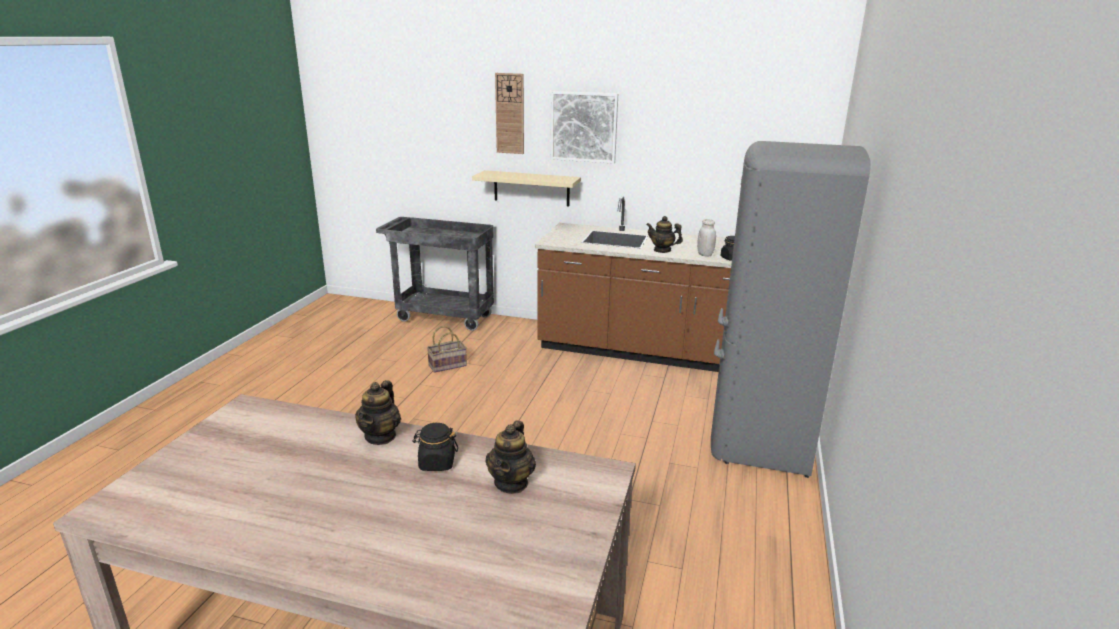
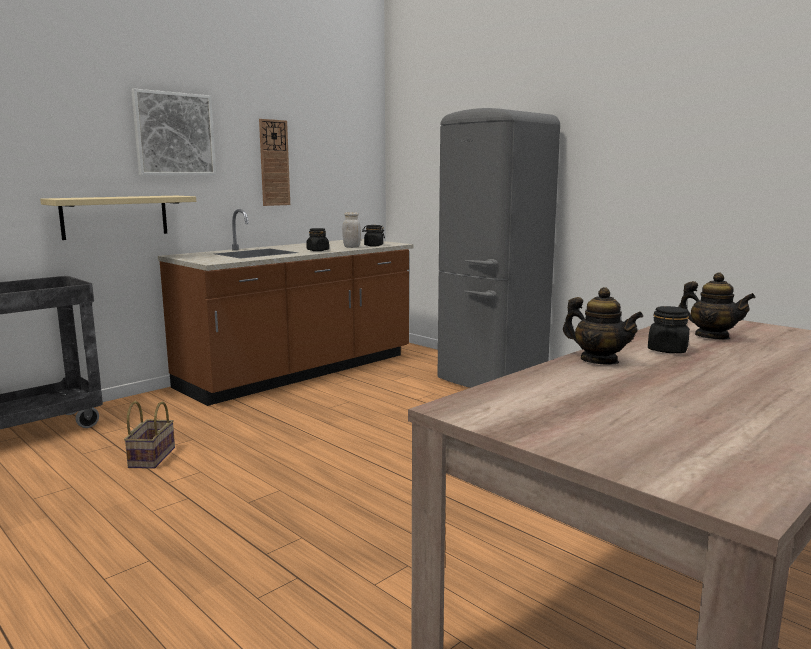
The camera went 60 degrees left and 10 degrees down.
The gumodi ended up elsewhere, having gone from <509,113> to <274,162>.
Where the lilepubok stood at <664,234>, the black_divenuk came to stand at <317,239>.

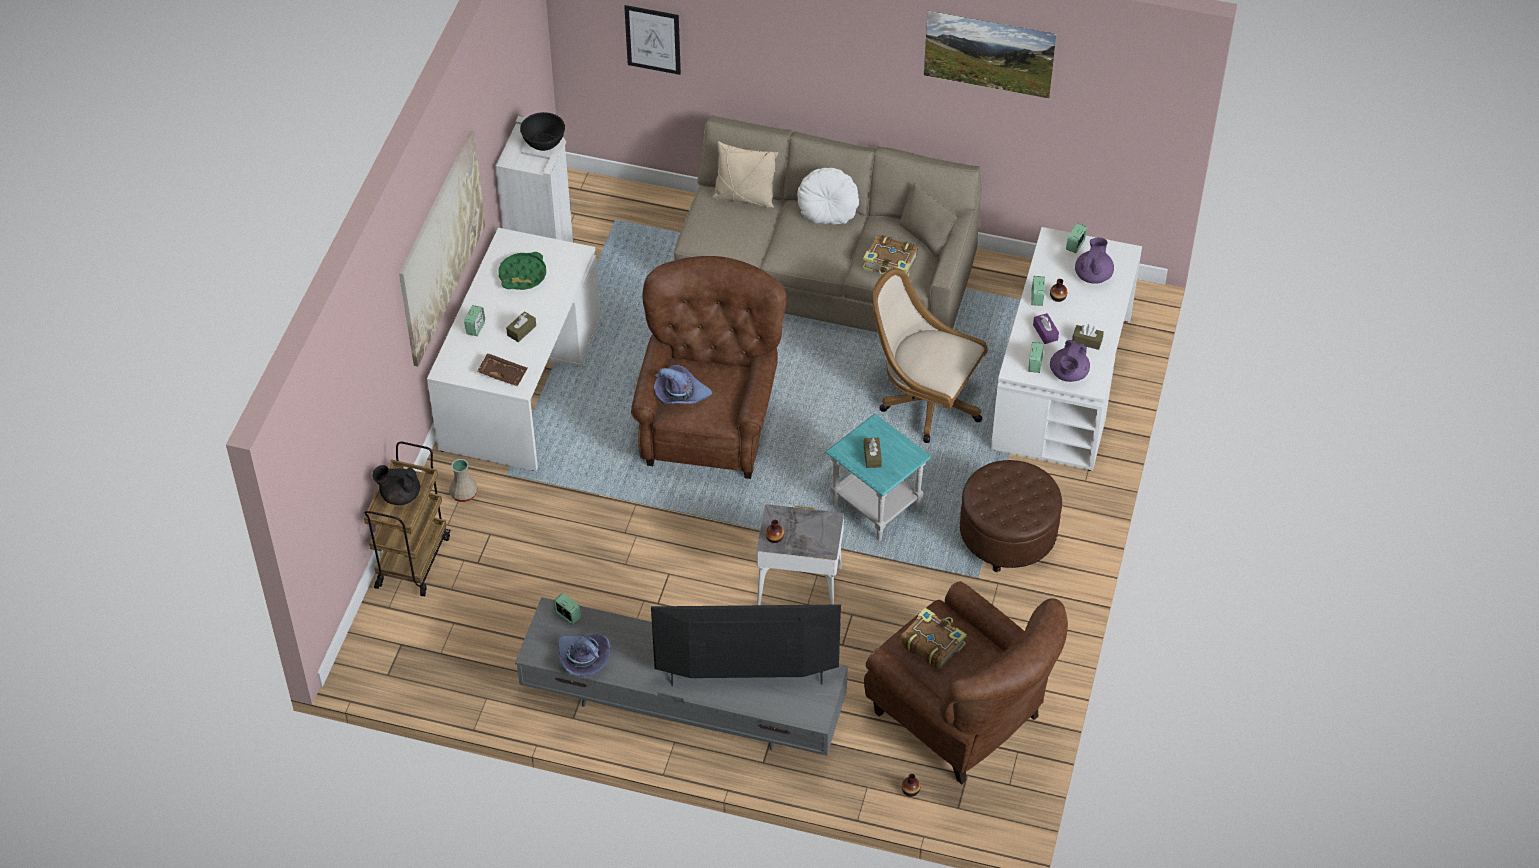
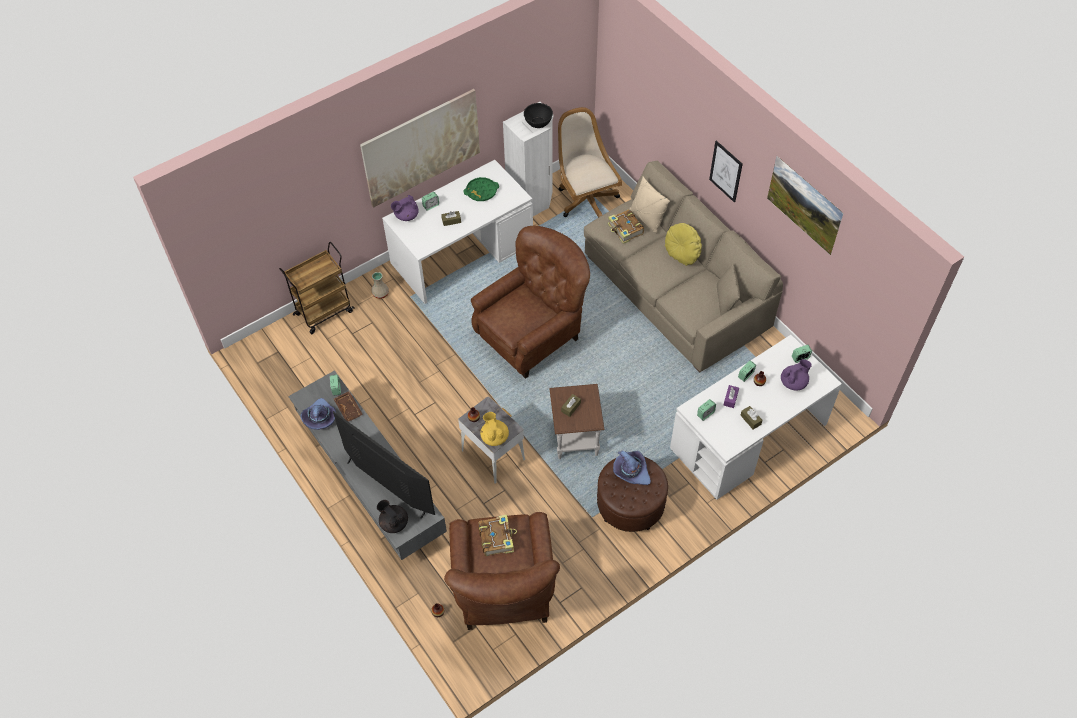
The camera went 40 degrees right and 5 degrees up.
The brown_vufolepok ended up elsewhere, having gone from <502,369> to <348,406>.
The black_lilepubok ended up elsewhere, having gone from <396,485> to <392,516>.
The purple_lilepubok ended up elsewhere, having gone from <1070,361> to <405,208>.
The second view gained the yellow_lilepubok at <494,429>.
What was the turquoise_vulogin at <878,477> turned into the brown_vulogin at <577,421>.
The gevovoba ended up elsewhere, having gone from <930,355> to <590,162>.
The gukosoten ended up elsewhere, having gone from <890,255> to <626,226>.
The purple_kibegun ended up elsewhere, having gone from <683,384> to <632,467>.
What was the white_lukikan at <828,196> turned into the yellow_lukikan at <683,244>.
The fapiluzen ended up elsewhere, having gone from <652,40> to <726,171>.

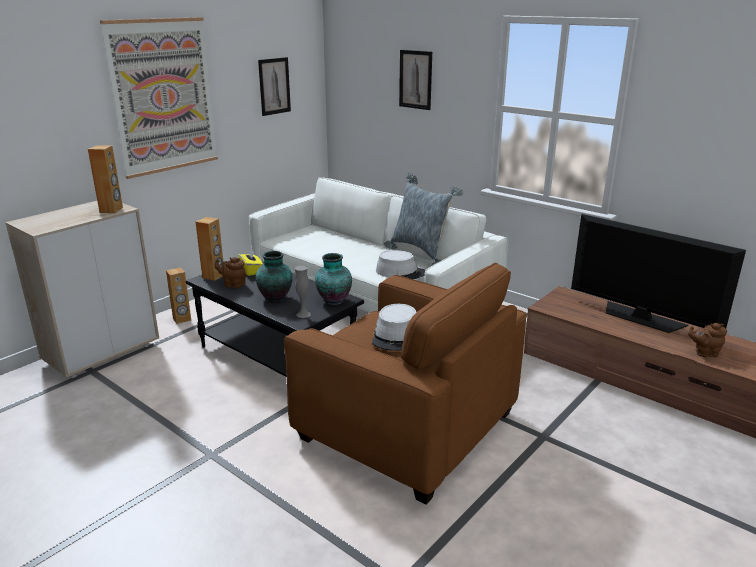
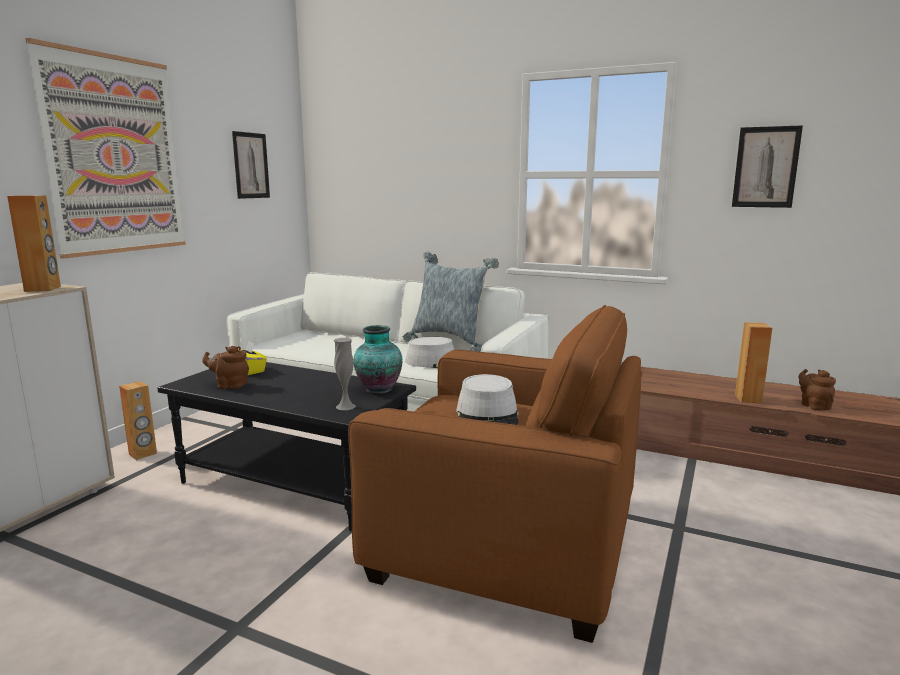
The camera went 15 degrees left and 10 degrees down.
The fapiluzen ended up elsewhere, having gone from <415,80> to <767,166>.
The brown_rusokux ended up elsewhere, having gone from <209,249> to <753,362>.
The brown_lilepubok at <707,340> ended up facing another way, 90 degrees clockwise from before.
The second view lost the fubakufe at <274,277>.
The second view lost the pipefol at <658,273>.

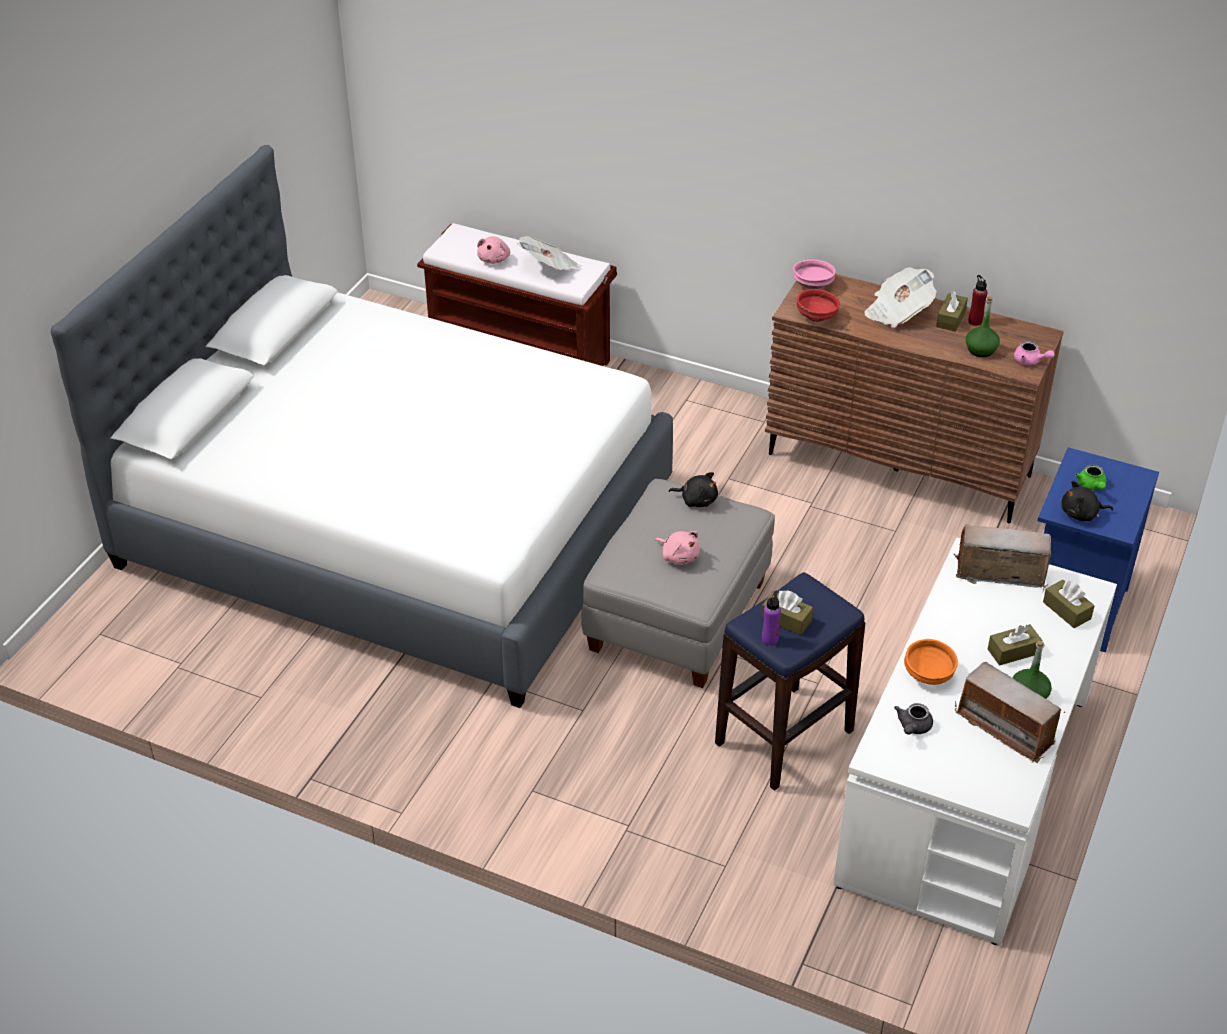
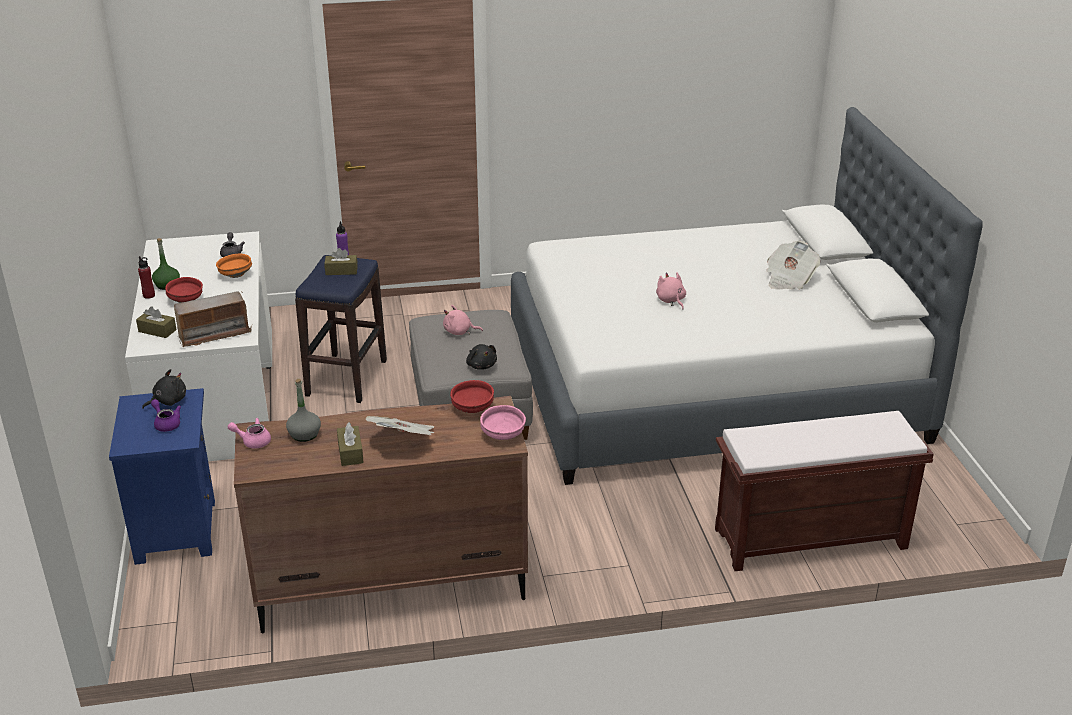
The camera went 145 degrees right and 10 degrees down.
The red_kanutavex ended up elsewhere, having gone from <978,300> to <146,277>.
What was the green_lilepubok at <1090,477> turned into the purple_lilepubok at <166,415>.
Where the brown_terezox stood at <1015,645>, the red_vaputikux came to stand at <184,290>.
What was the green_kanutavex at <983,326> turned into the grey_kanutavex at <303,410>.
The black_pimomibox at <693,489> ended up facing another way, 105 degrees counterclockwise from before.
The pink_pimomibox ended up elsewhere, having gone from <493,250> to <671,290>.
The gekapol ended up elsewhere, having gone from <549,253> to <793,265>.
The second view lost the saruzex at <1010,712>.

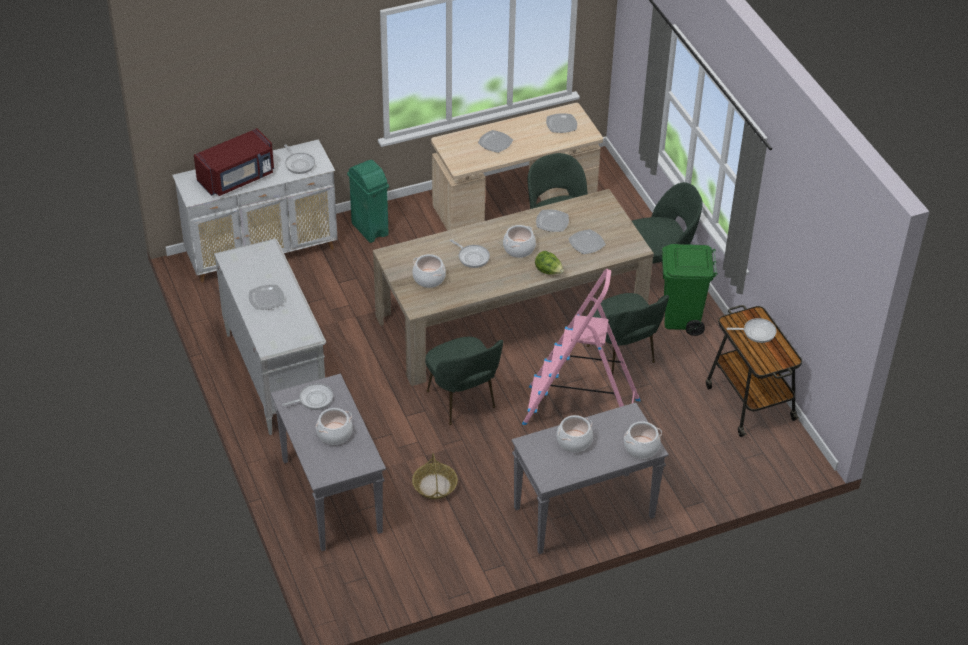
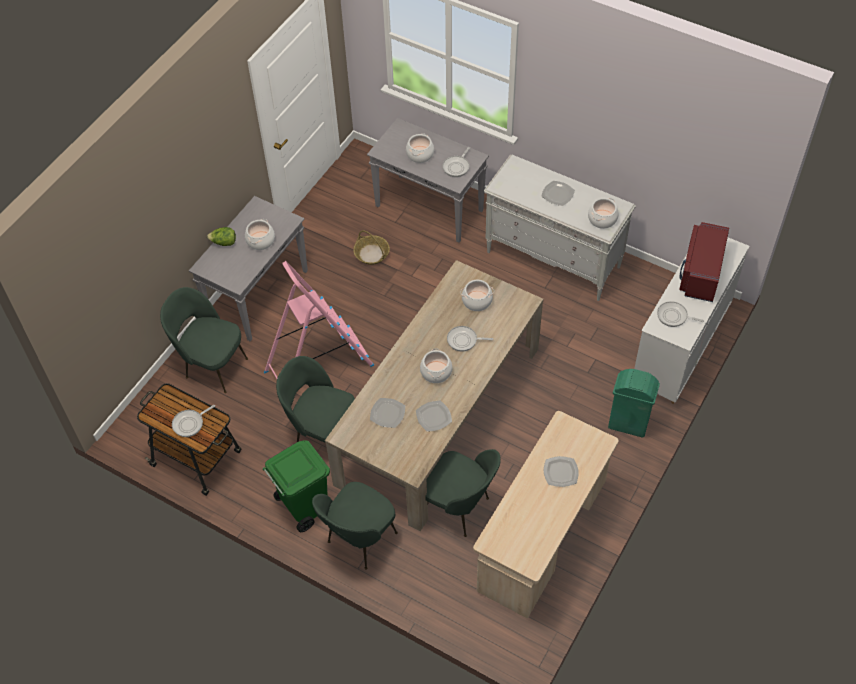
The camera went 145 degrees right and 10 degrees up.
The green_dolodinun ended up elsewhere, having gone from <464,381> to <204,340>.
The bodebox ended up elsewhere, having gone from <549,263> to <221,236>.
The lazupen ended up elsewhere, having gone from <643,440> to <603,213>.
The second view lost the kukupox at <561,123>.

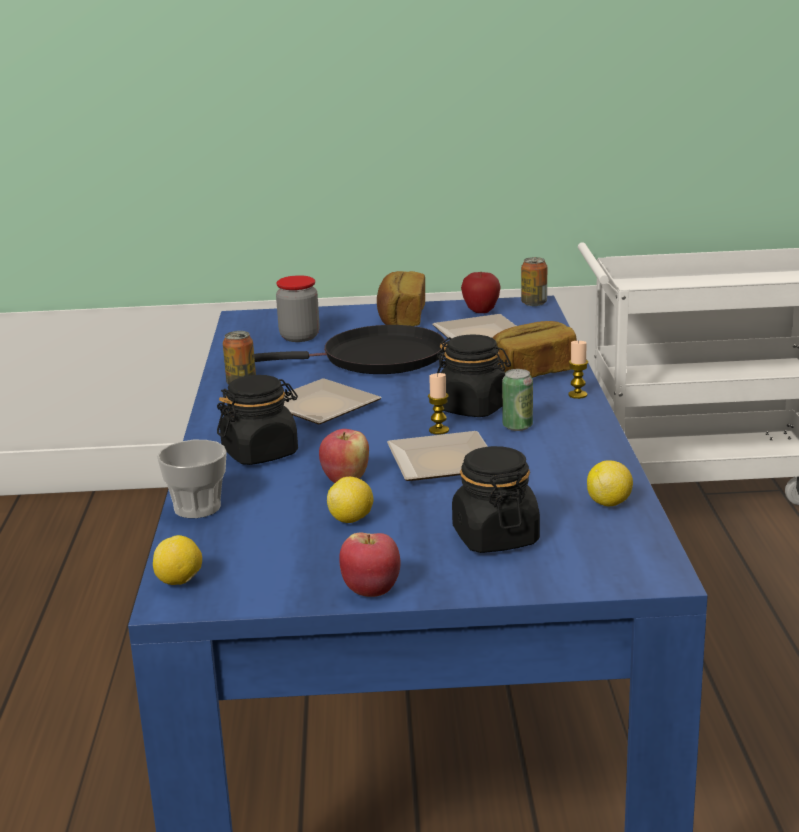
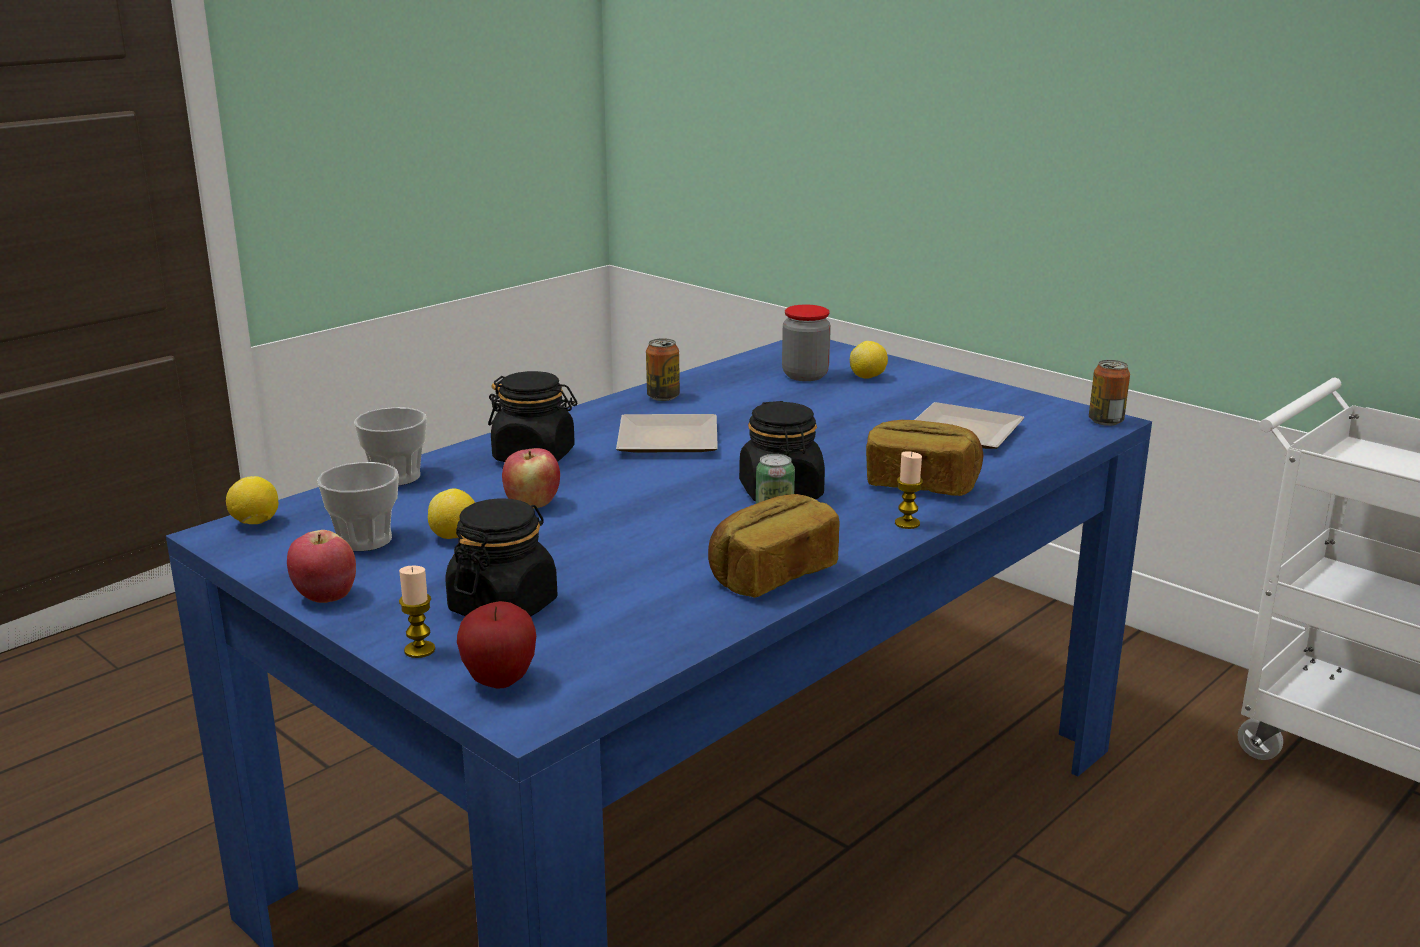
The camera went 45 degrees right and 0 degrees up.
The second view gained the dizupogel at <358,506>.
The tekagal ended up elsewhere, having gone from <438,404> to <417,612>.
The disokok ended up elsewhere, having gone from <481,292> to <496,645>.
The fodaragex ended up elsewhere, having gone from <401,298> to <773,546>.
The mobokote ended up elsewhere, having gone from <610,483> to <869,360>.
The second view lost the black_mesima at <349,349>.
The second view lost the kukupox at <437,456>.

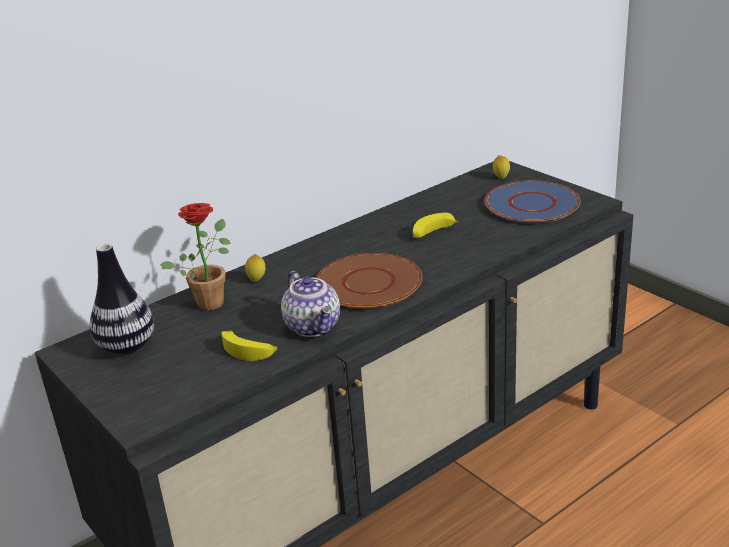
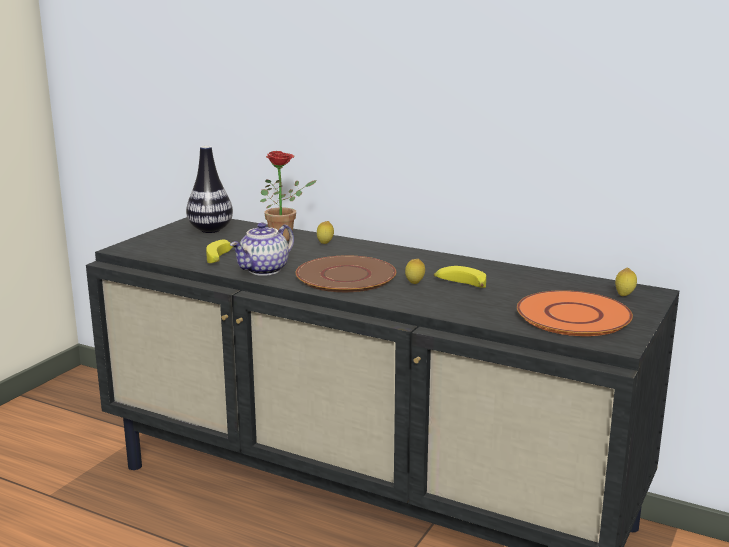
The camera went 65 degrees right and 10 degrees down.
The second view gained the mobokote at <415,271>.
What was the blue_kukupox at <533,202> turned into the orange_kukupox at <575,313>.

